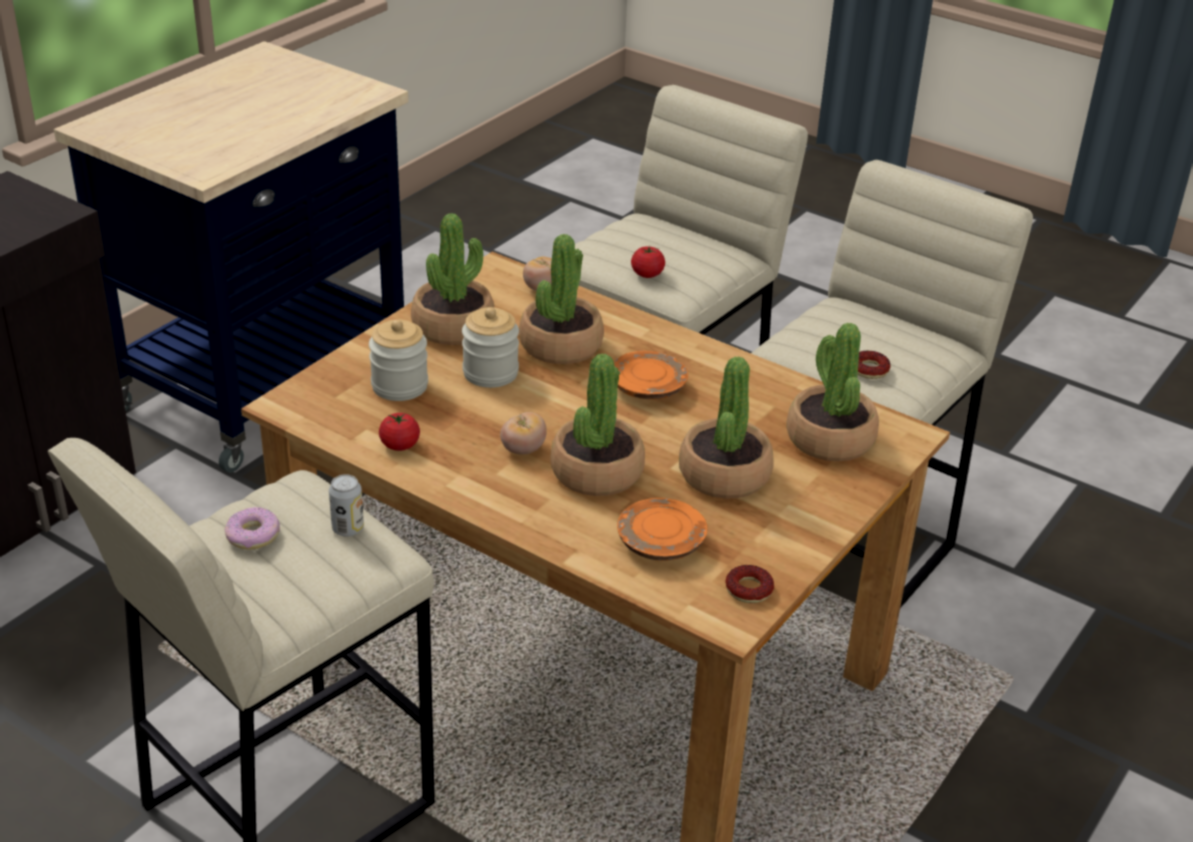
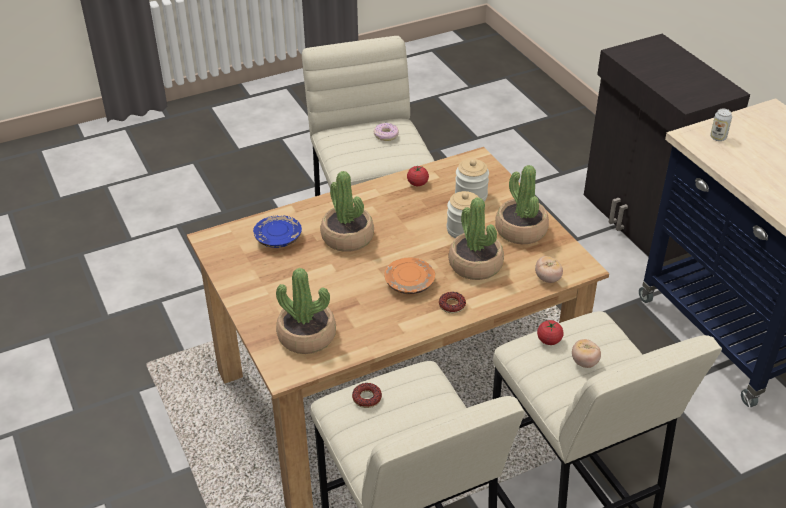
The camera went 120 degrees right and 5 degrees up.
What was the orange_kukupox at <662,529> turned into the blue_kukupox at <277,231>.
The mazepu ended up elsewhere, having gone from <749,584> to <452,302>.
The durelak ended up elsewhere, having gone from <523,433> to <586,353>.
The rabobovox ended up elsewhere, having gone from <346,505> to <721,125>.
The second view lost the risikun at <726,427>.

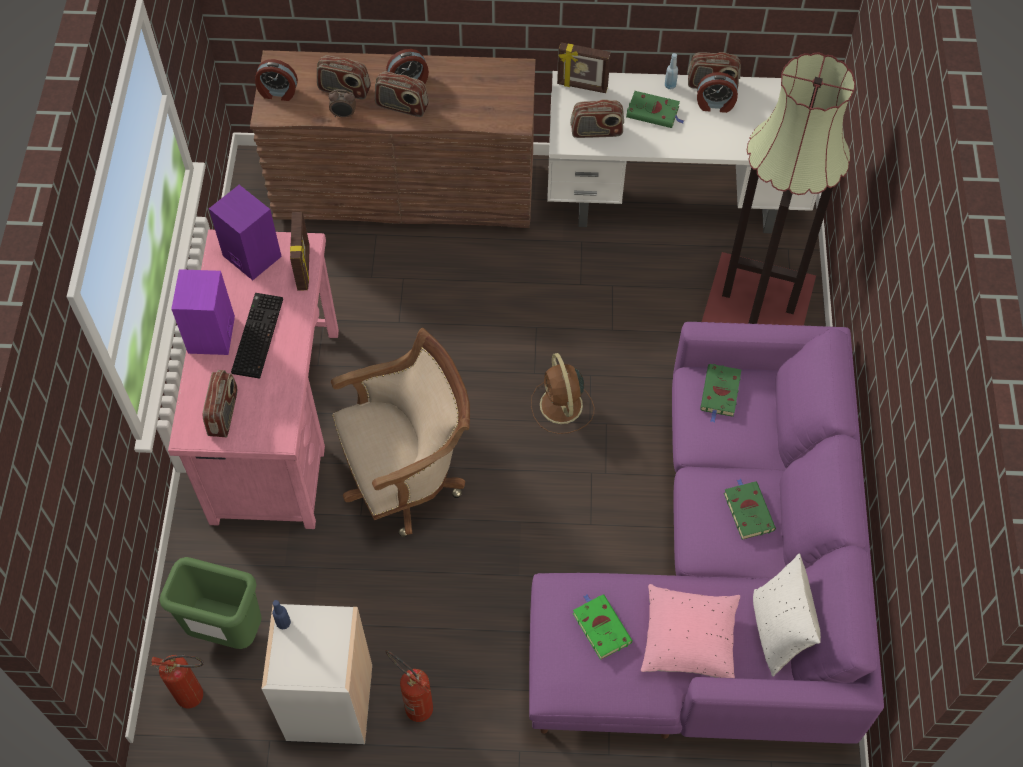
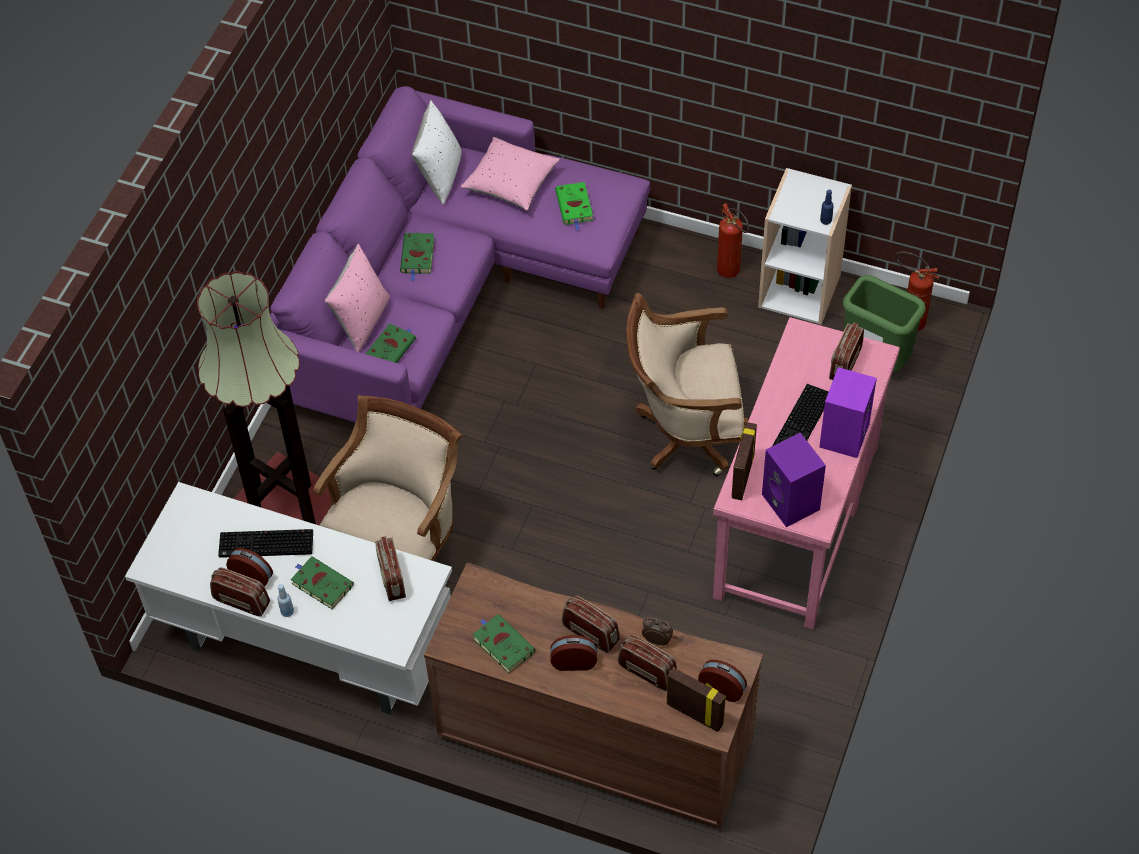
The camera went 160 degrees left and 5 degrees down.
The second view gained the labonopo at <265,543>.
The second view gained the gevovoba at <388,478>.
The second view gained the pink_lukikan at <357,298>.
The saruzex at <597,118> ended up facing another way, 120 degrees counterclockwise from before.
The second view gained the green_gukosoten at <503,643>.
The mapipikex ended up elsewhere, having gone from <584,67> to <696,700>.
The second view lost the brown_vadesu at <562,393>.

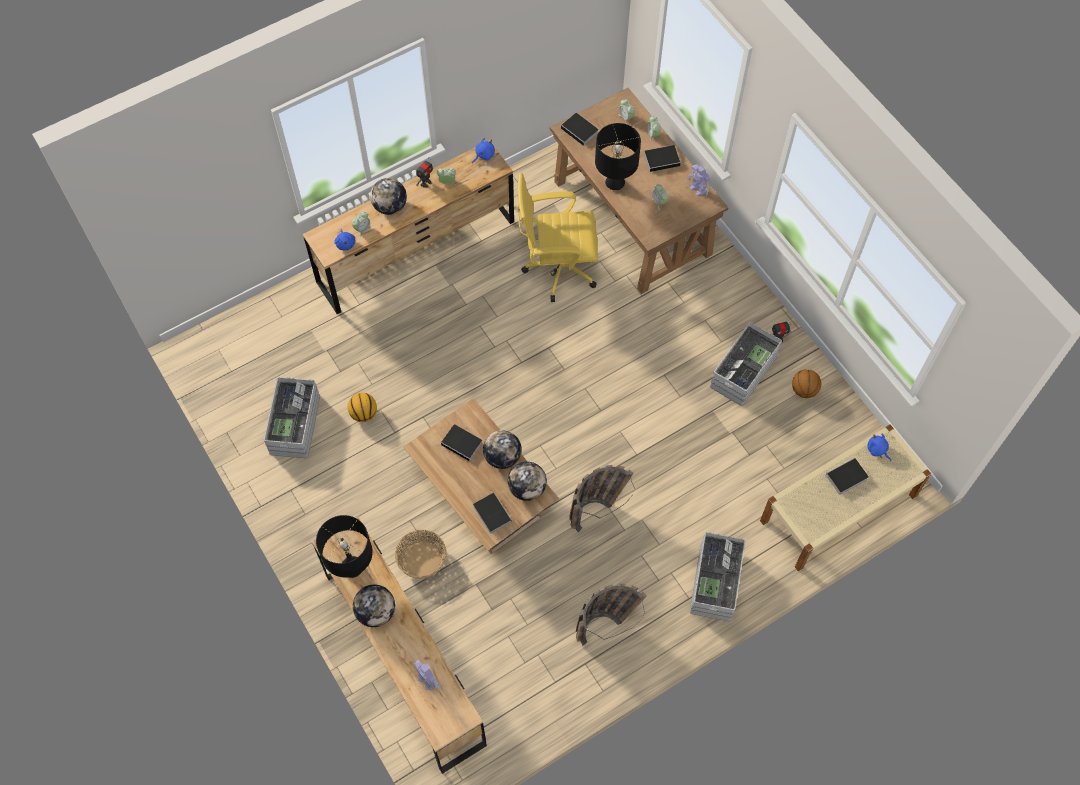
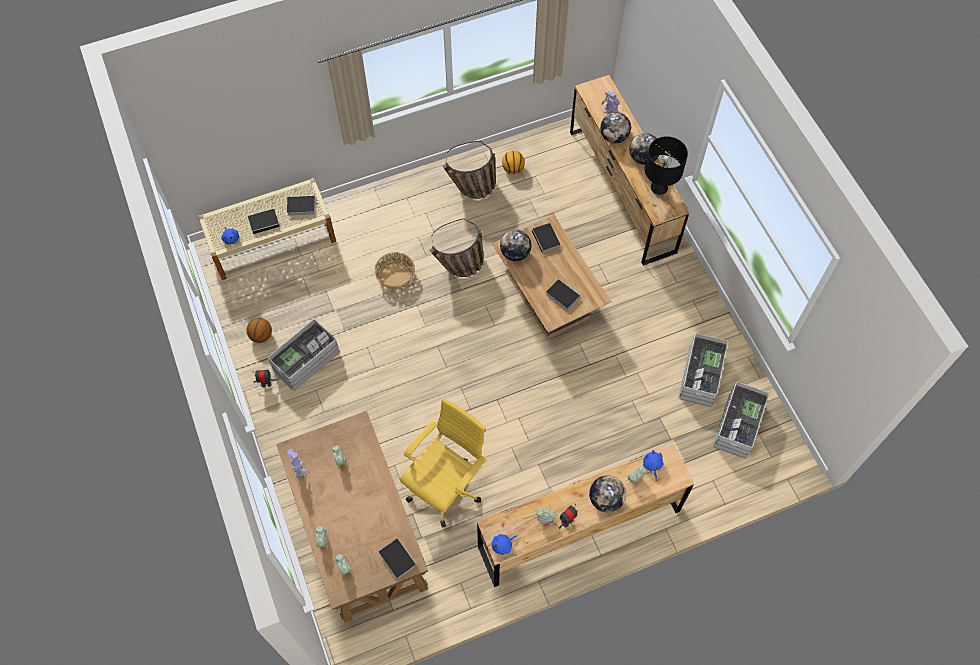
The camera went 170 degrees left and 0 degrees up.
The gukosoten ended up elsewhere, having gone from <662,158> to <299,205>.
The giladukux ended up elsewhere, having gone from <421,554> to <394,271>.
The yellow_gevovoba at <558,237> ended up facing another way, 60 degrees counterclockwise from before.
The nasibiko ended up elsewhere, having gone from <362,407> to <513,162>.
The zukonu ended up elsewhere, having gone from <502,449> to <615,128>.
The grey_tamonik ended up elsewhere, having gone from <717,576> to <741,420>.
The second view lost the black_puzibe at <618,156>.

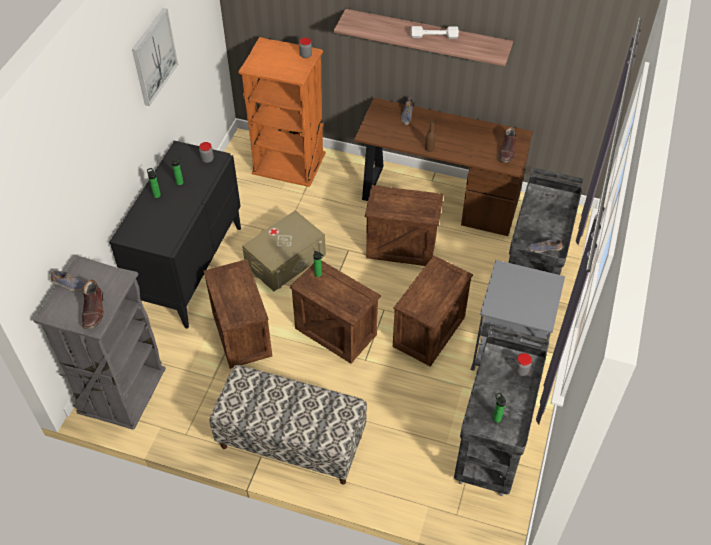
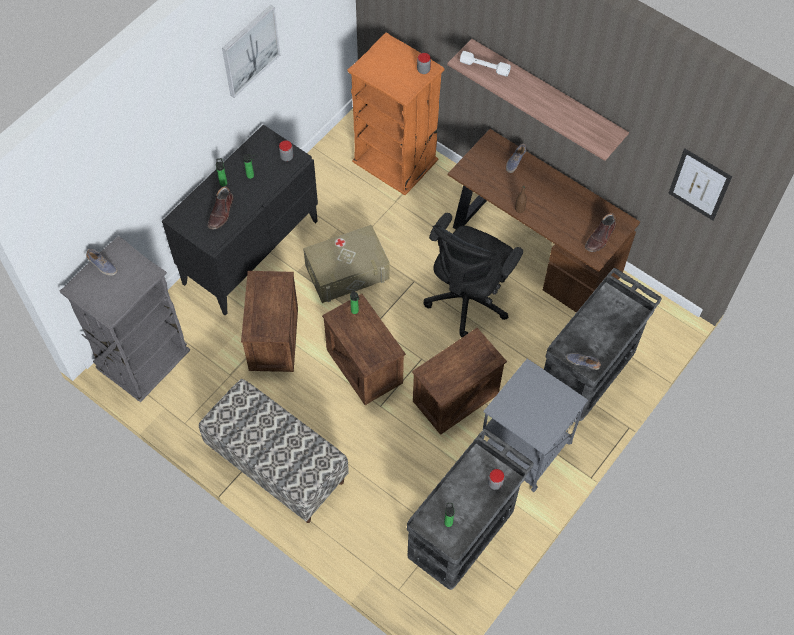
The camera went 20 degrees right and 10 degrees up.
The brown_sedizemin ended up elsewhere, having gone from <92,304> to <220,207>.
Where the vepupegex stood at <404,225>, the black_gevovoba came to stand at <473,275>.
The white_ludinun ended up elsewhere, having gone from <435,32> to <485,64>.
The second view gained the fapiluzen at <700,184>.

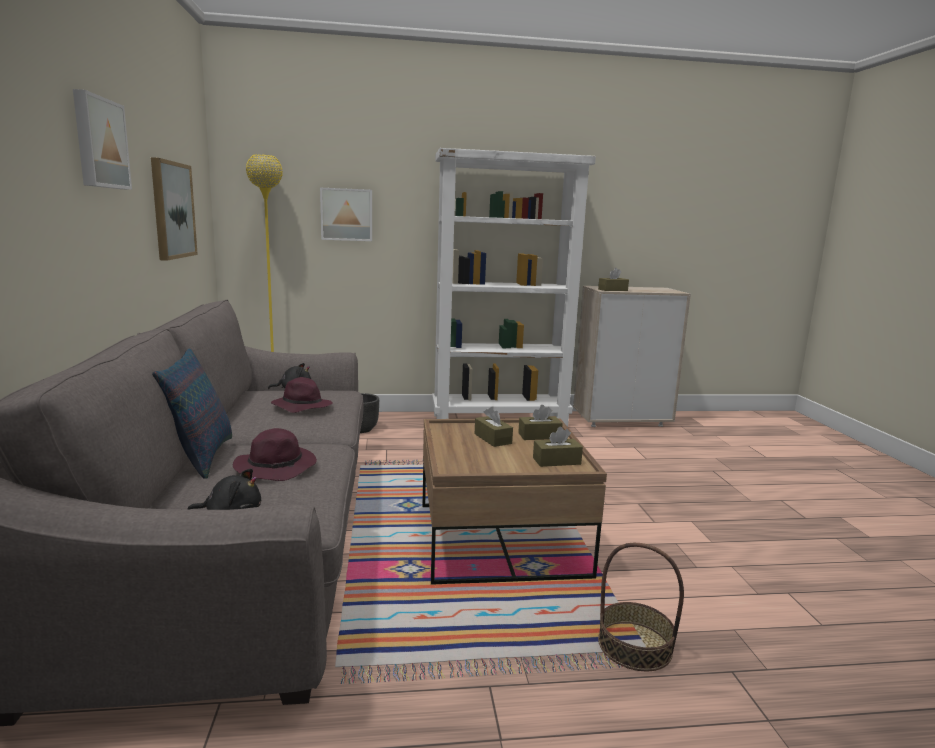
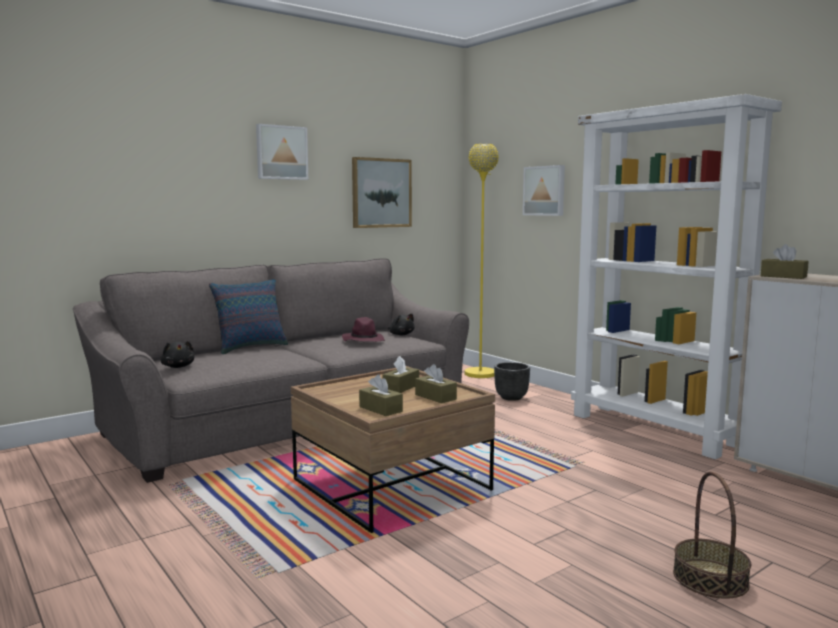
The camera went 60 degrees right and 5 degrees down.
The giladukux ended up elsewhere, having gone from <641,607> to <712,535>.
The second view lost the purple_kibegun at <275,454>.

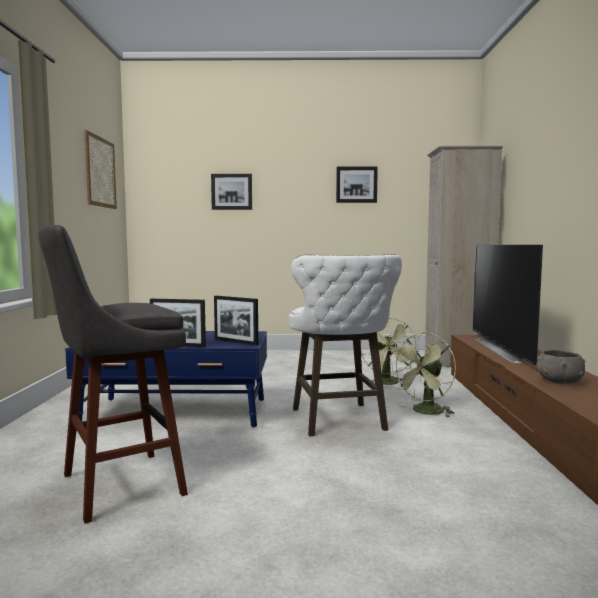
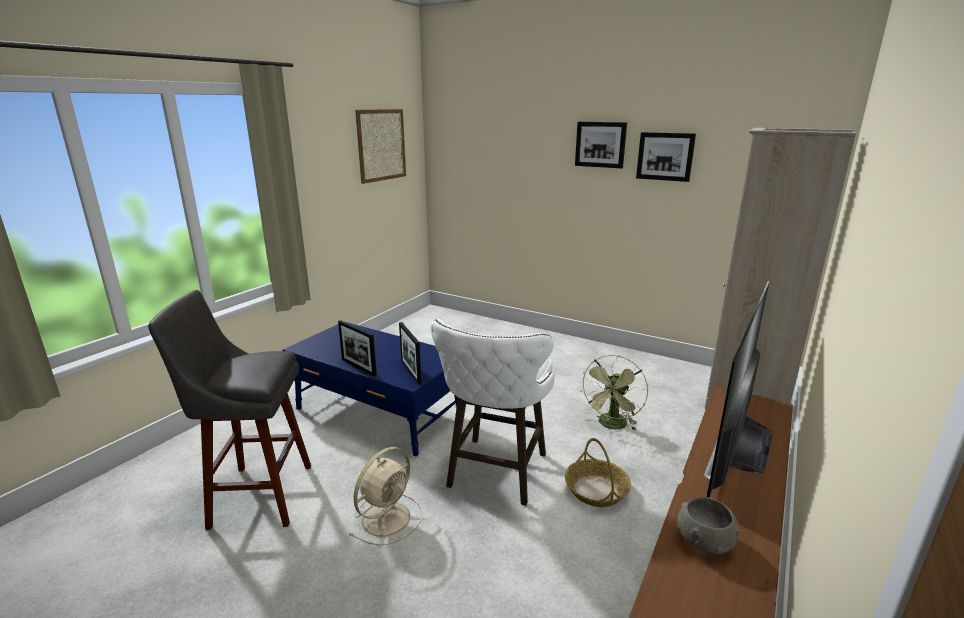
The camera went 30 degrees right and 15 degrees up.
The second view gained the beige_vadesu at <385,496>.
Where the green_vadesu stood at <423,375>, the giladukux came to stand at <598,472>.
The fapiluzen ended up elsewhere, having gone from <231,192> to <601,145>.

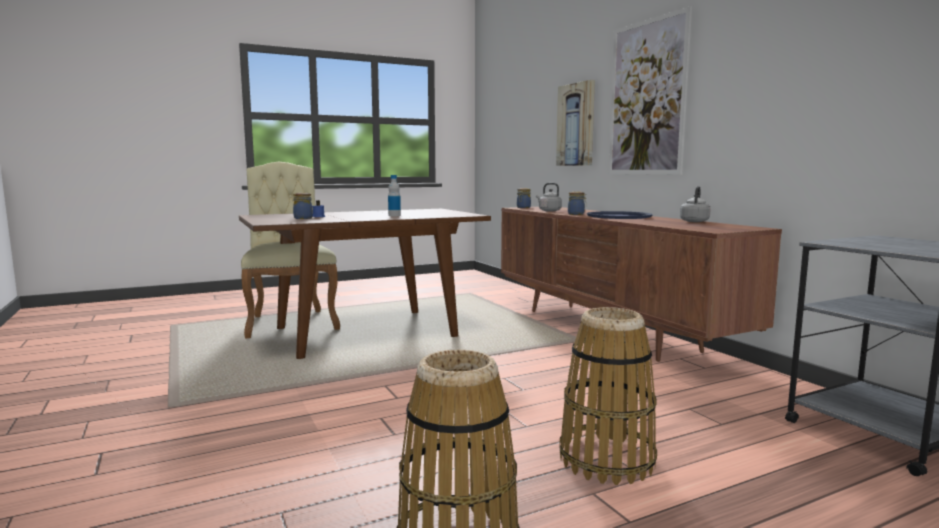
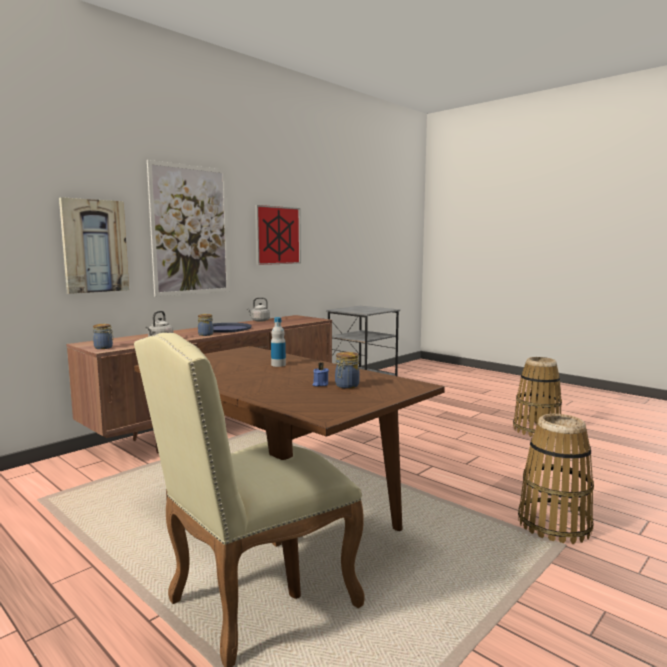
The camera went 110 degrees left and 0 degrees up.
The second view gained the fapiluzen at <278,235>.
The giladukux ended up elsewhere, having gone from <608,396> to <556,479>.

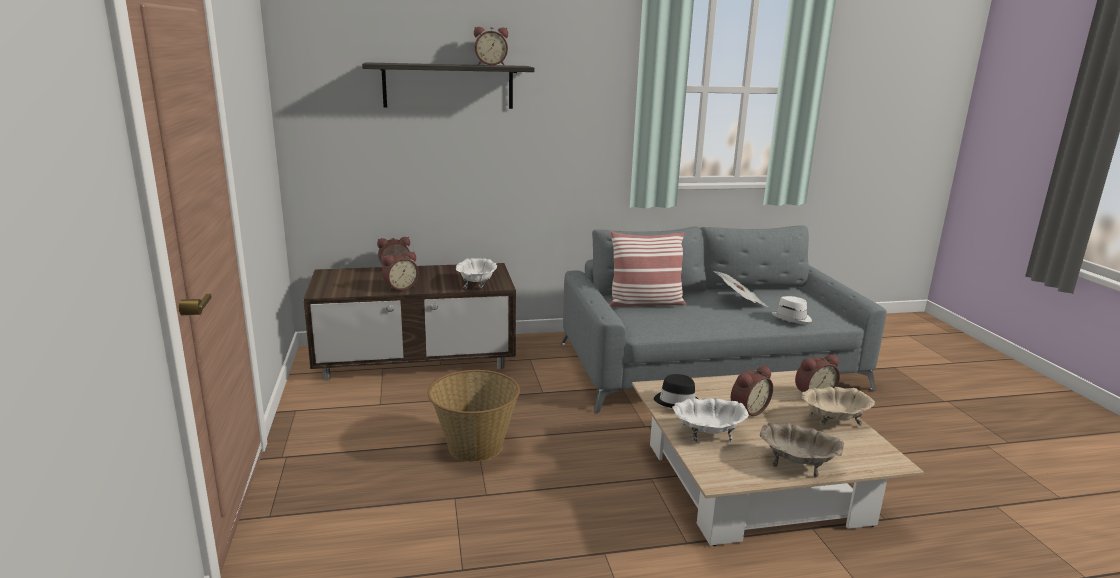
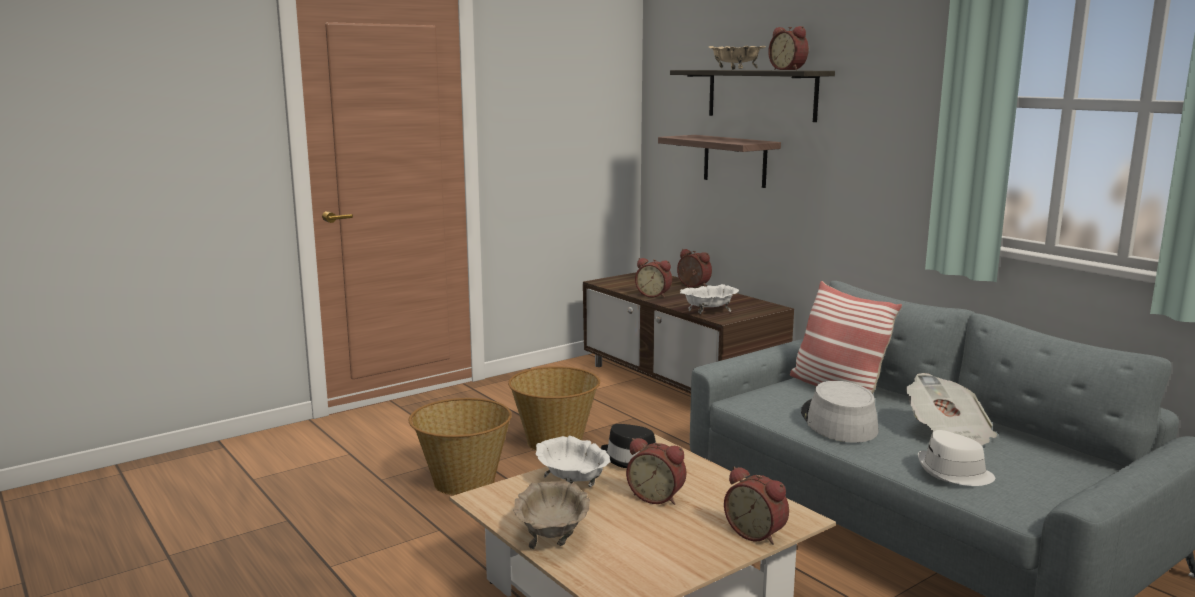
The camera went 65 degrees right and 5 degrees down.
The second view gained the giladukux at <460,447>.
The second view gained the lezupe at <719,161>.
The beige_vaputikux ended up elsewhere, having gone from <838,406> to <737,58>.
The second view gained the grey_kibegun at <840,412>.

